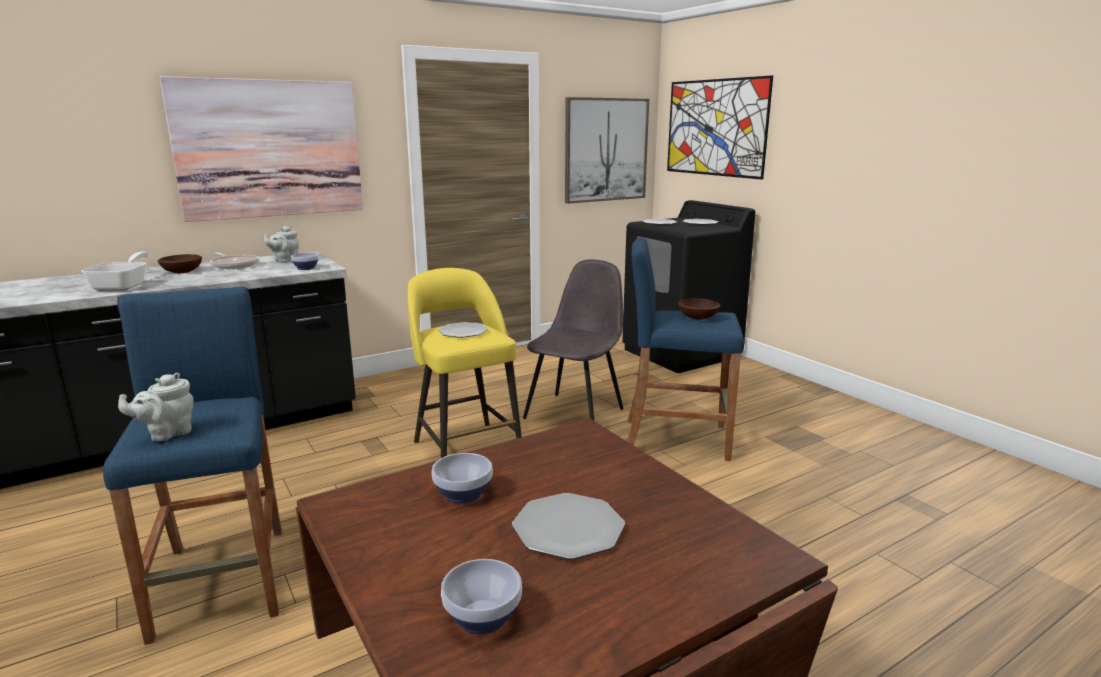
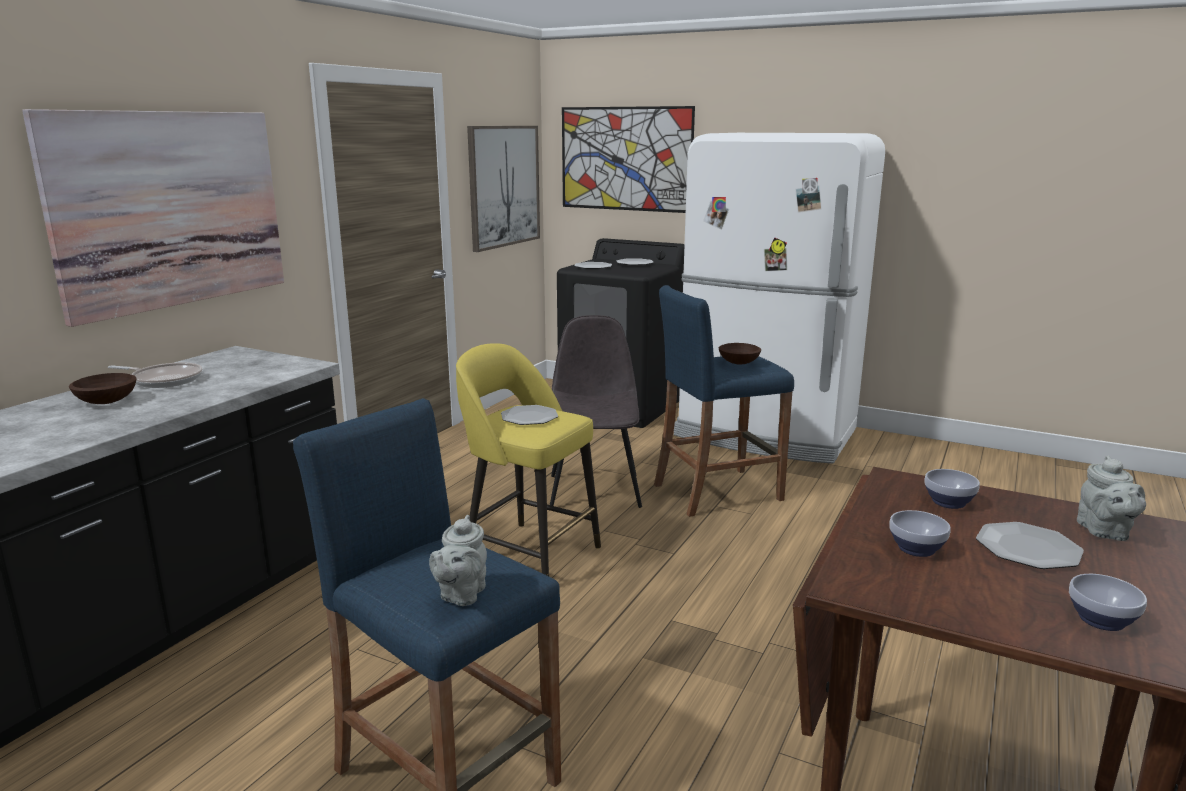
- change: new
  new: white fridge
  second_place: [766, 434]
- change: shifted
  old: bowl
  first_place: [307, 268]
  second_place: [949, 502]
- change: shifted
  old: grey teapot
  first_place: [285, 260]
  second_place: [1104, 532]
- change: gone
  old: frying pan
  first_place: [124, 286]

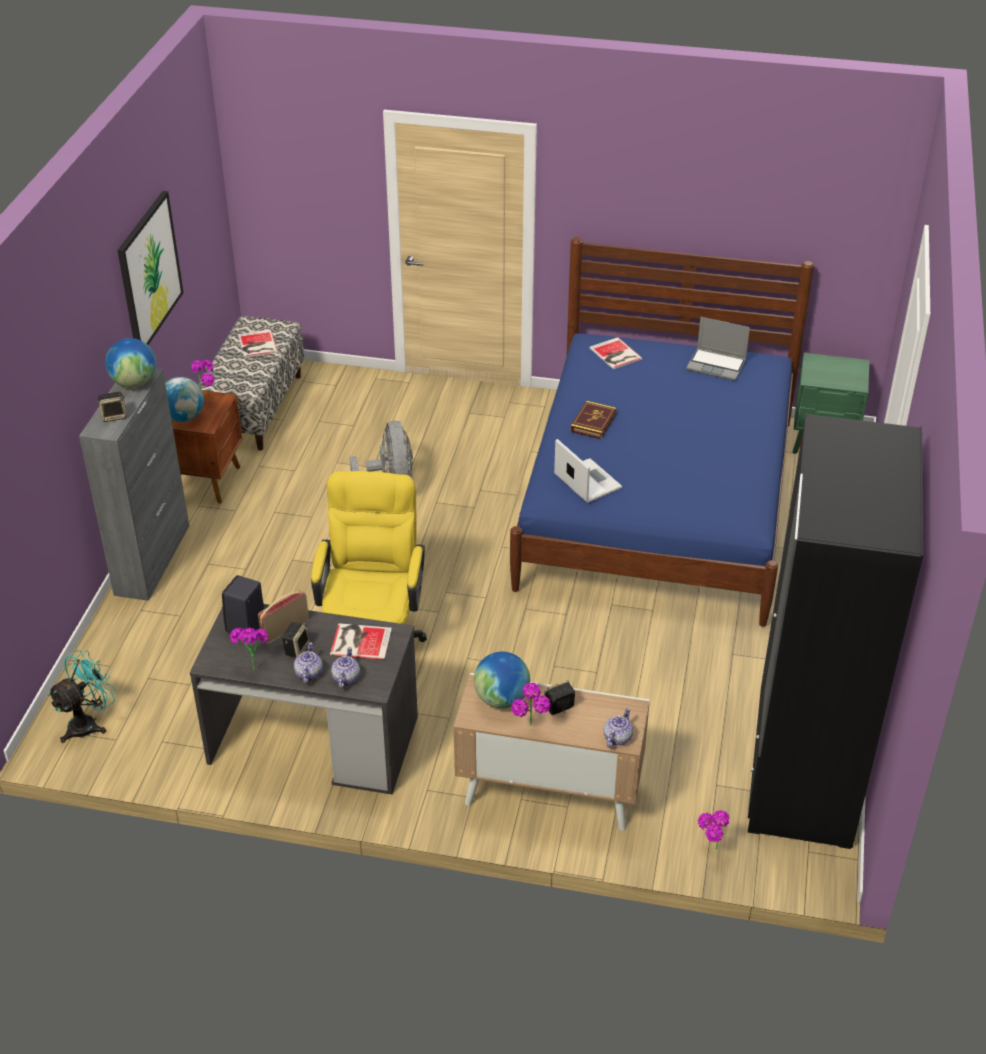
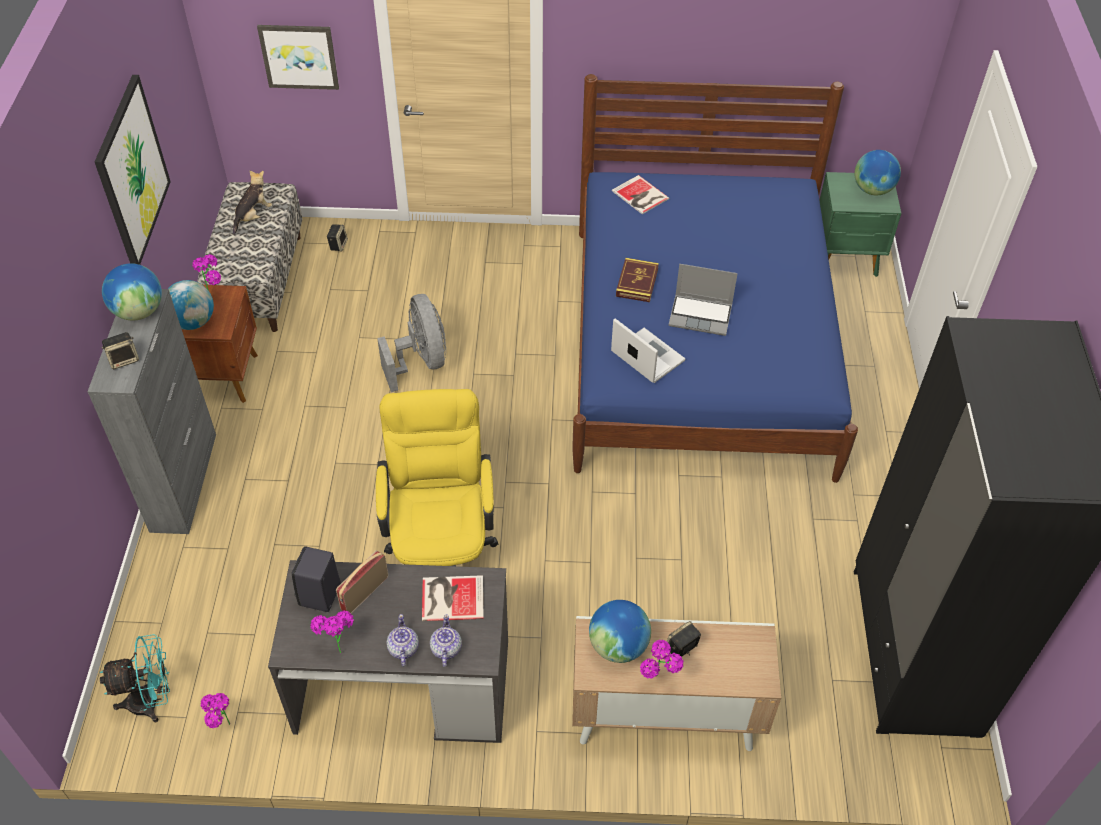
- change: rotated
  old: turquoise fan
  first_place: [89, 723]
  second_place: [152, 701]
  degrees: 45
- change: shifted
  old: potted plant
  first_place: [710, 851]
  second_place: [222, 727]
- change: swapped
  old: book
  new: plush toy
  first_place: [257, 344]
  second_place: [253, 216]
- change: new
  new: picture
  second_place: [299, 56]
- change: shifted
  old: speaker
  first_place: [296, 648]
  second_place: [338, 245]
- change: shifted
  old: laptop
  first_place: [717, 365]
  second_place: [701, 315]
- change: new
  new: globe
  second_place: [872, 190]
- change: gone
  old: teapot
  first_place: [617, 738]

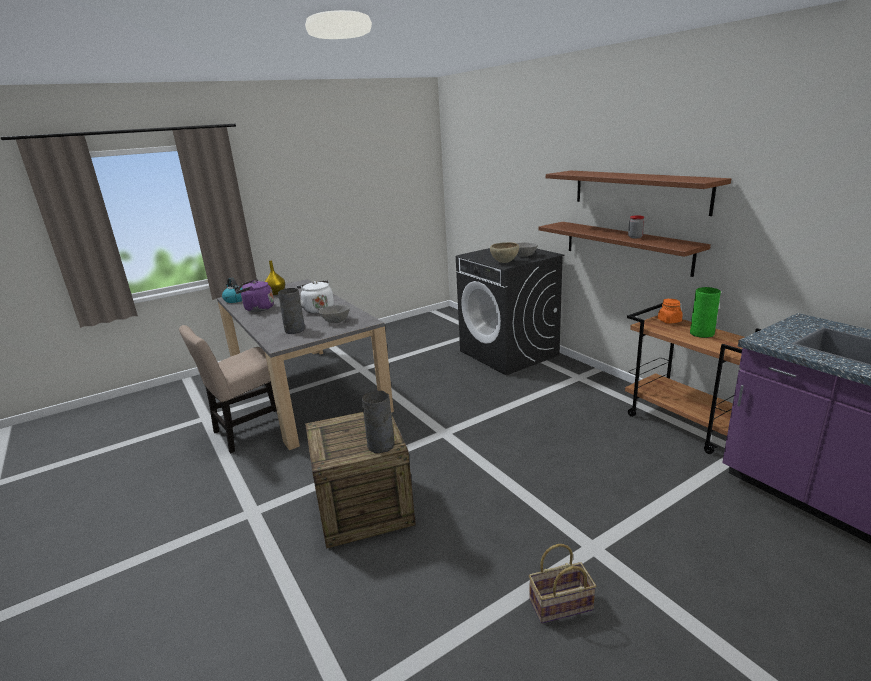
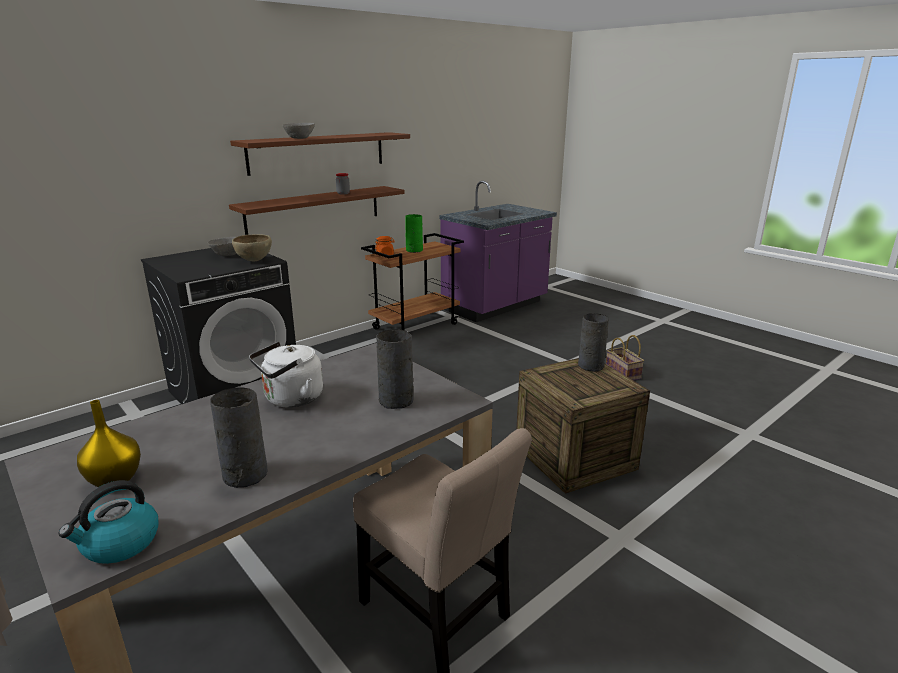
- change: swapped
  old: purple kettle
  new: grey vase
  first_place: [257, 309]
  second_place: [244, 475]
- change: shifted
  old: grey bowl
  first_place: [336, 321]
  second_place: [299, 138]

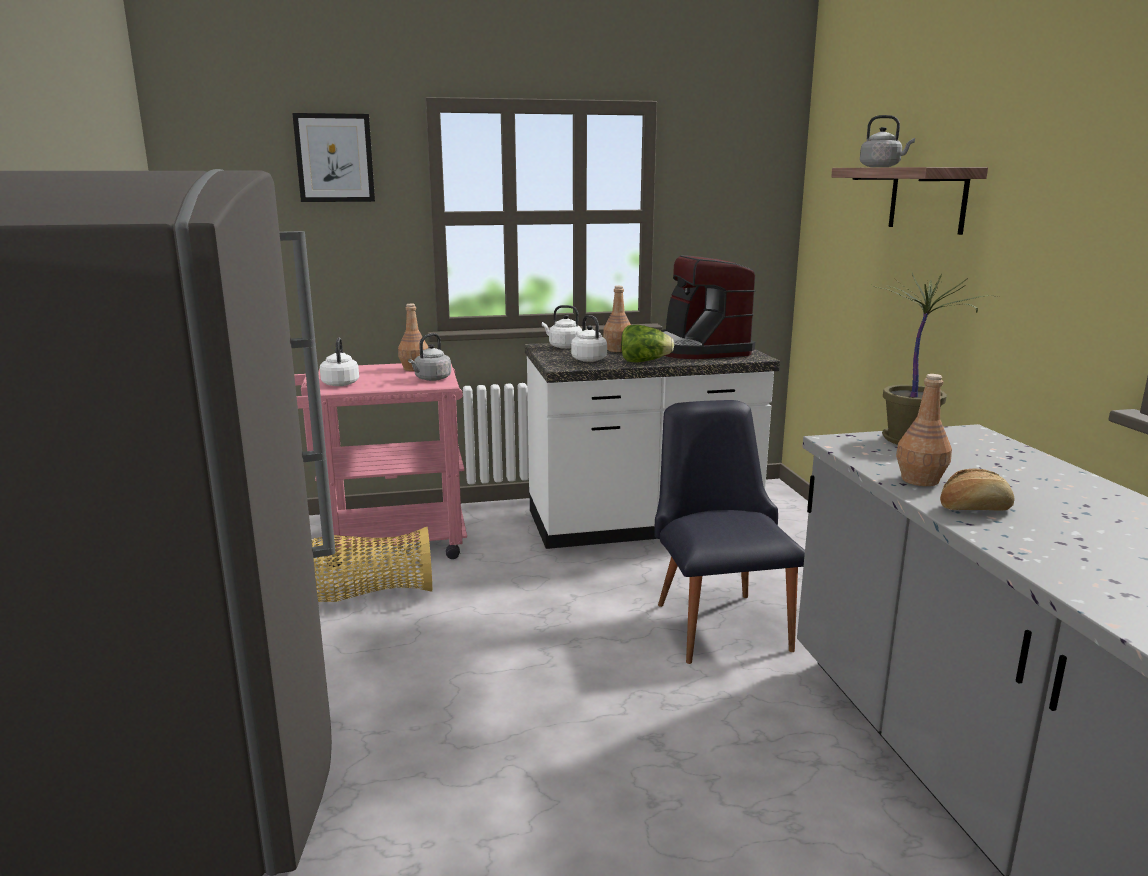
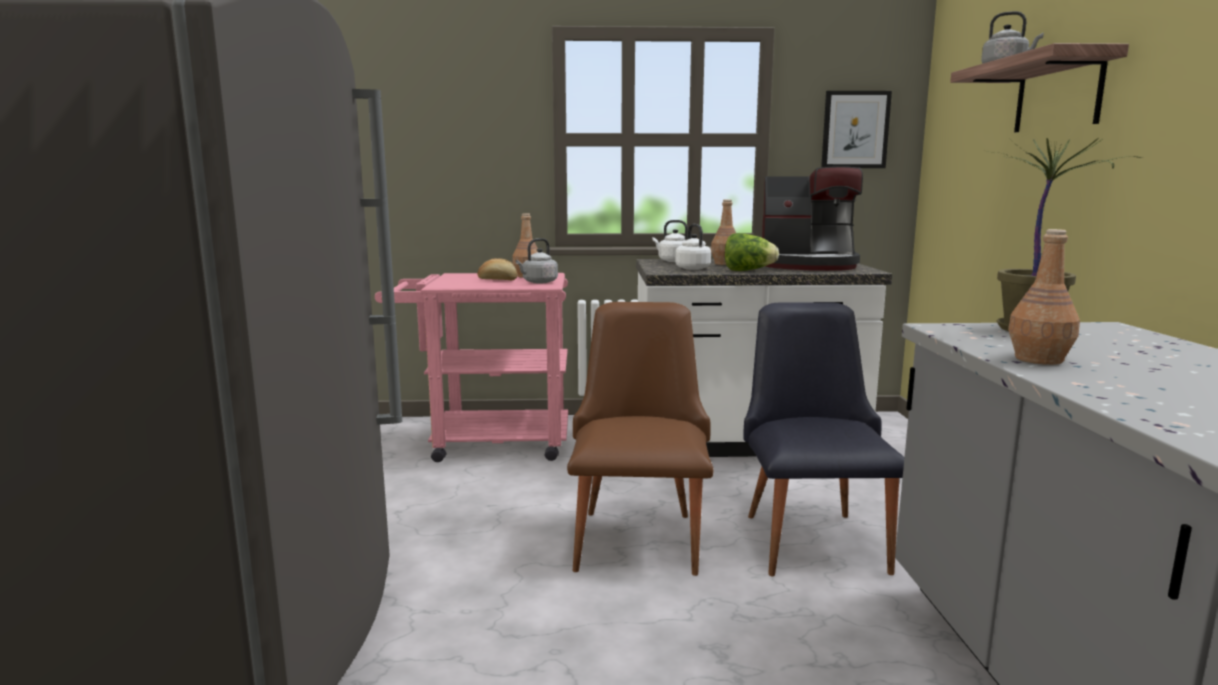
- change: shifted
  old: bread
  first_place: [974, 508]
  second_place: [497, 279]
- change: new
  new: brown chair
  second_place: [639, 533]
- change: rotated
  old: coffee machine
  first_place: [697, 349]
  second_place: [807, 265]
  degrees: -75
- change: shifted
  old: picture
  first_place: [334, 158]
  second_place: [855, 130]
- change: gone
  old: basket
  first_place: [370, 594]
- change: gone
  old: white kettle
  first_place: [340, 383]

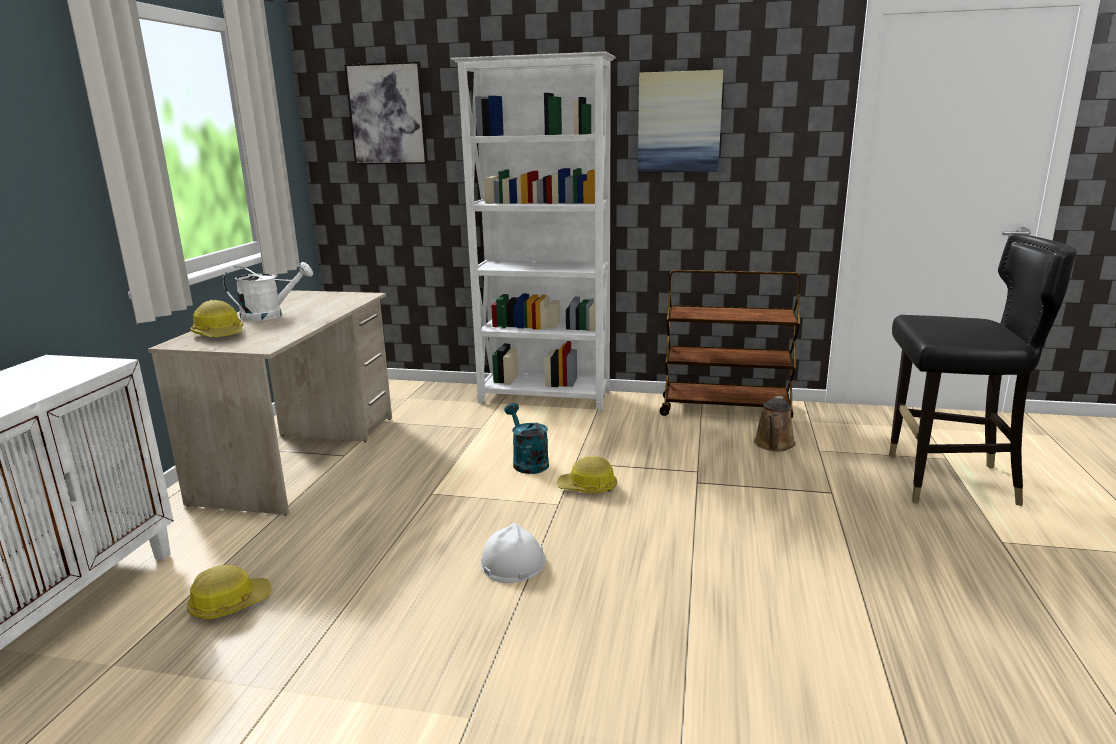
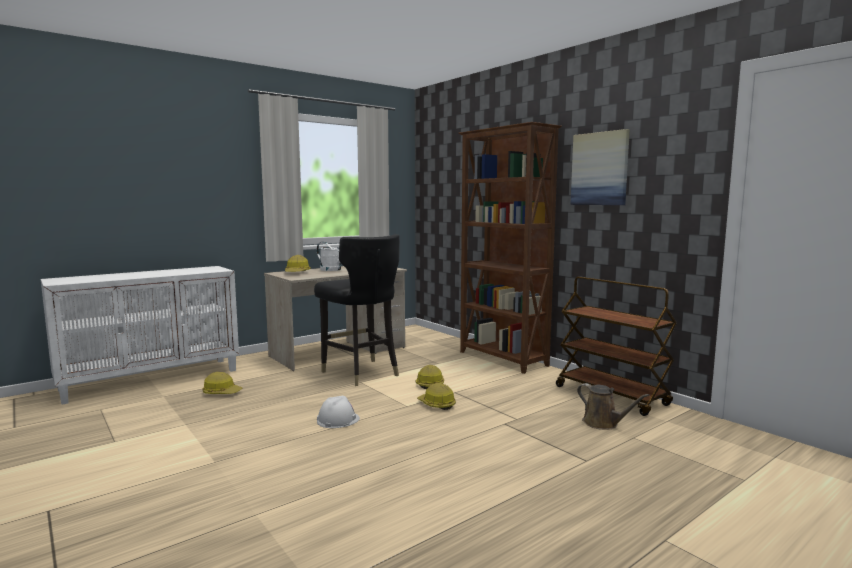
- change: shifted
  old: black chair
  first_place: [948, 481]
  second_place: [361, 373]
- change: swapped
  old: turquoise watering can
  new: hard hat
  first_place: [527, 462]
  second_place: [430, 384]
- change: repainted
  old: white bookcase
  new: brown bookcase
  first_place: [545, 398]
  second_place: [502, 359]
- change: rotated
  old: brown watering can
  first_place: [773, 445]
  second_place: [603, 423]
  degrees: -105
- change: gone
  old: picture
  first_place: [387, 114]

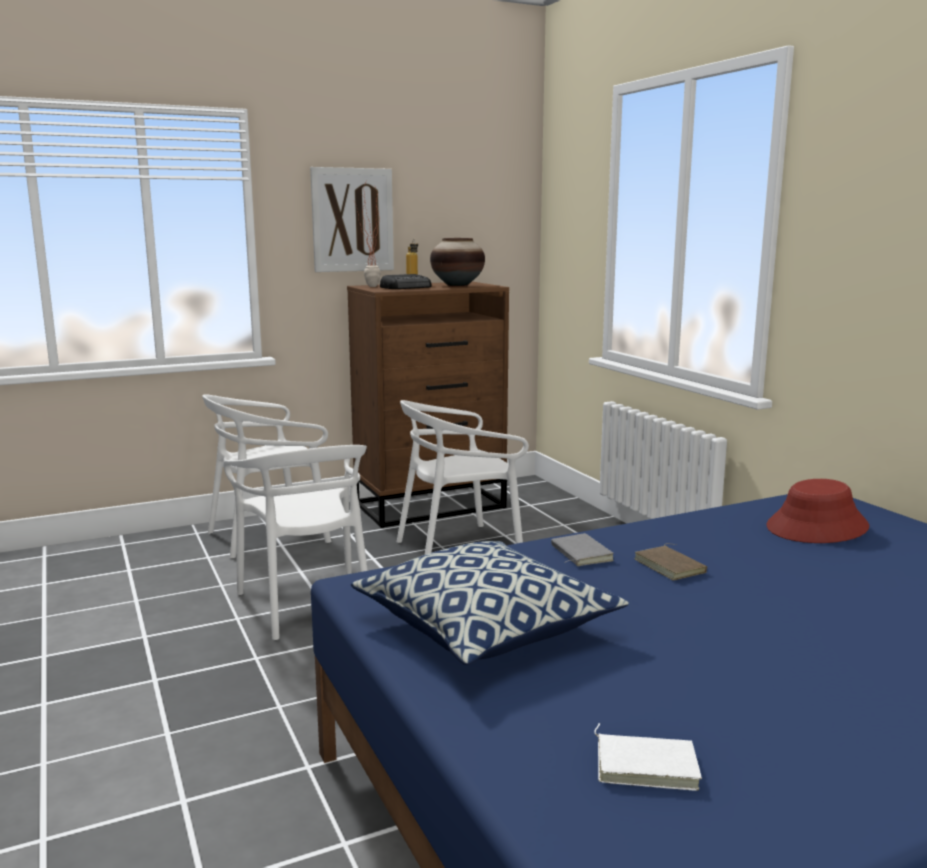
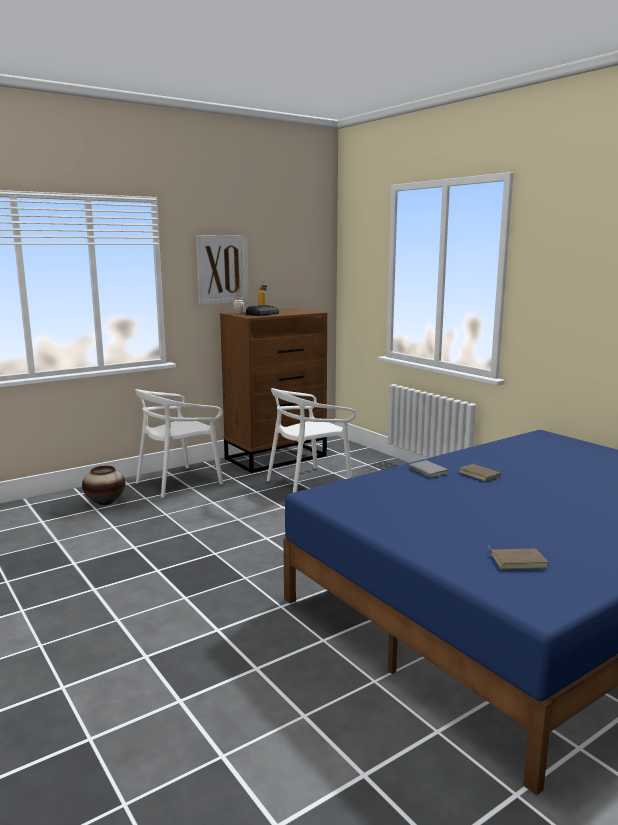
- change: shifted
  old: vase
  first_place: [457, 285]
  second_place: [105, 502]
- change: repainted
  old: white book
  new: brown book
  first_place: [646, 764]
  second_place: [517, 560]
- change: gone
  old: white chair
  first_place: [308, 604]
- change: gone
  old: pillow
  first_place: [485, 628]
- change: gone
  old: red hat
  first_place: [817, 527]

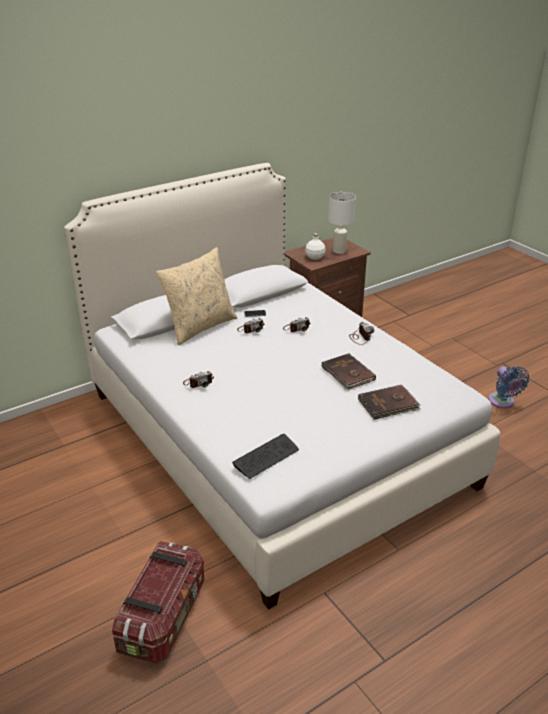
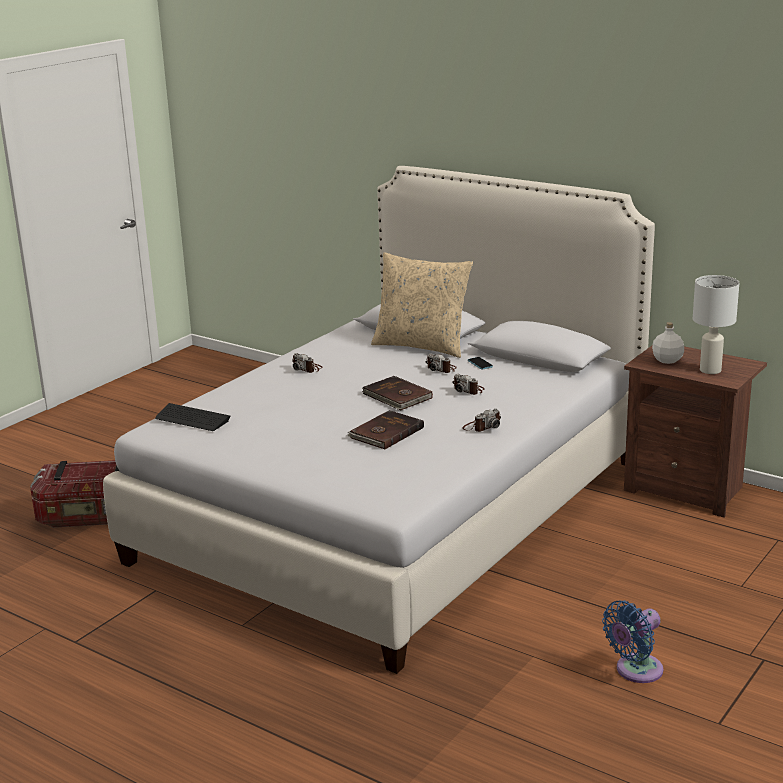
- change: shifted
  old: brown book
  first_place: [389, 404]
  second_place: [397, 396]

